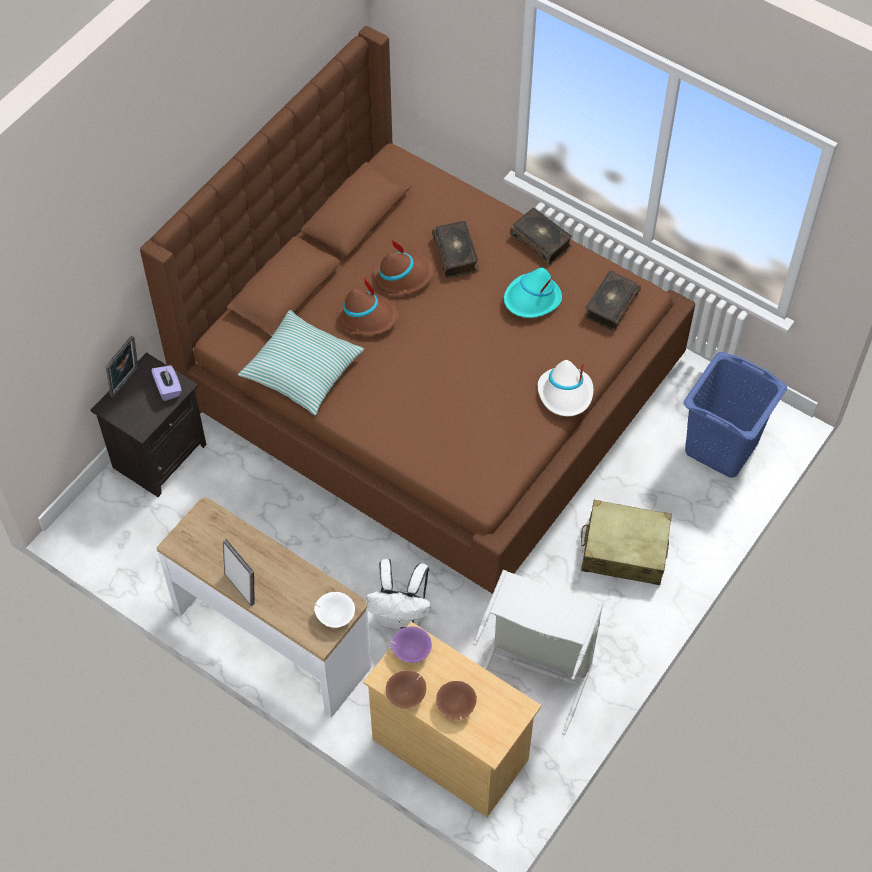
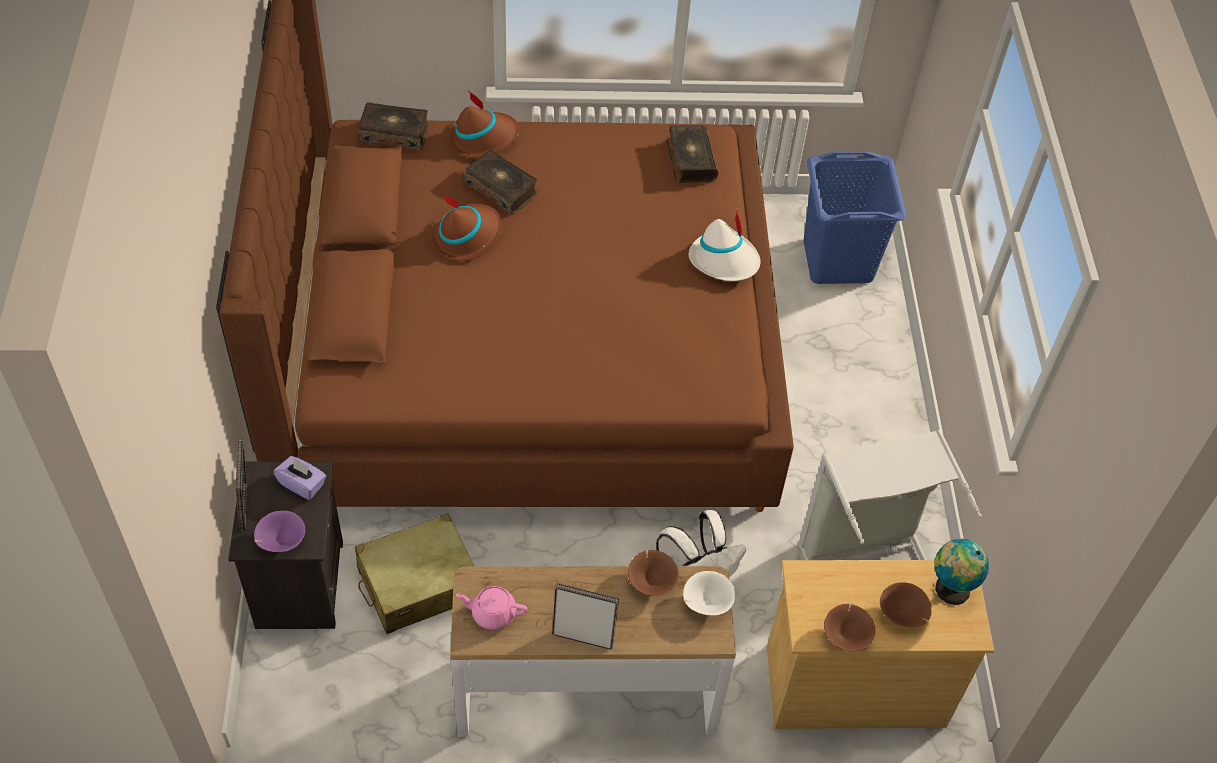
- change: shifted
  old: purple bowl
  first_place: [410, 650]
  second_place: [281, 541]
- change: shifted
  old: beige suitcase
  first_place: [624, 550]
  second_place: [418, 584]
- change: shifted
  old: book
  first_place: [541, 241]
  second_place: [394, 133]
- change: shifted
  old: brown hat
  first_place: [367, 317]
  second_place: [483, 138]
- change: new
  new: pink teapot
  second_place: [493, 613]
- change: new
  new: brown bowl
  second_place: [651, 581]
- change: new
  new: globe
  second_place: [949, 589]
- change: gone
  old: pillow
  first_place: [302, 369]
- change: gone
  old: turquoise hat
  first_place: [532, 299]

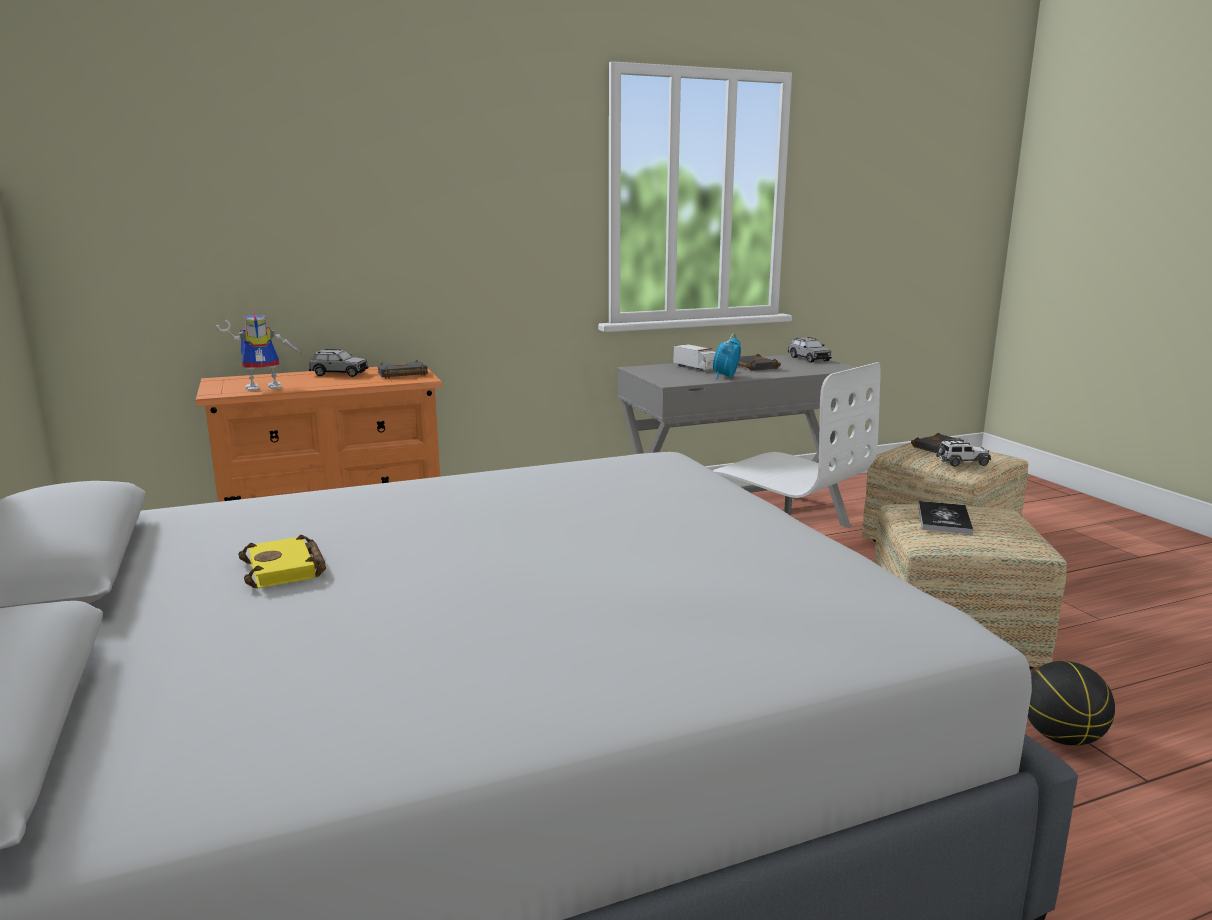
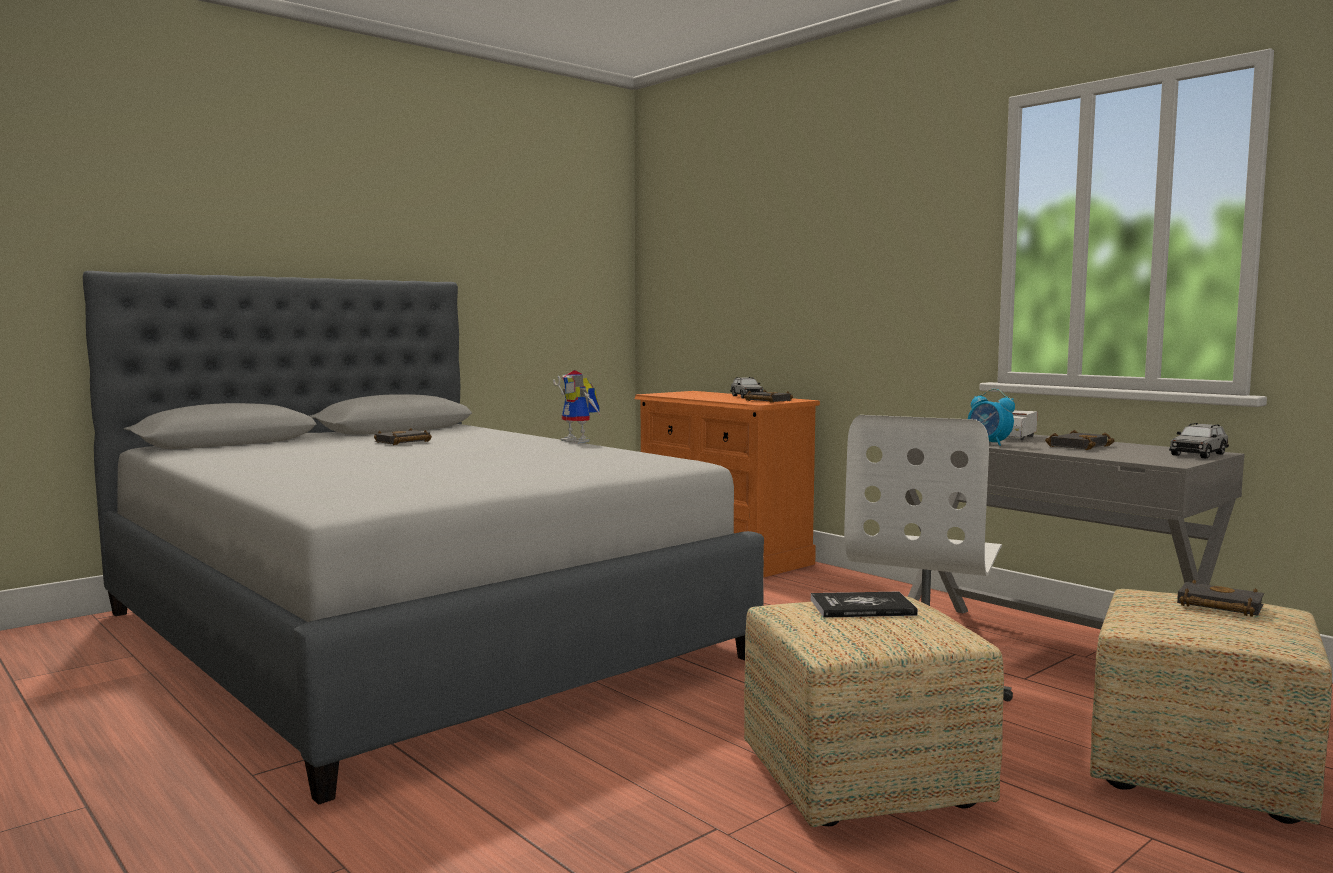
- change: repainted
  old: yellow book
  new: black book
  first_place: [286, 569]
  second_place: [402, 442]
- change: shifted
  old: toy robot
  first_place: [266, 387]
  second_place: [580, 441]
- change: rotated
  old: alarm clock
  first_place: [725, 377]
  second_place: [989, 443]
  degrees: -135
- change: gone
  old: toy car
  first_place: [962, 463]
- change: gone
  old: basketball
  first_place: [1061, 737]

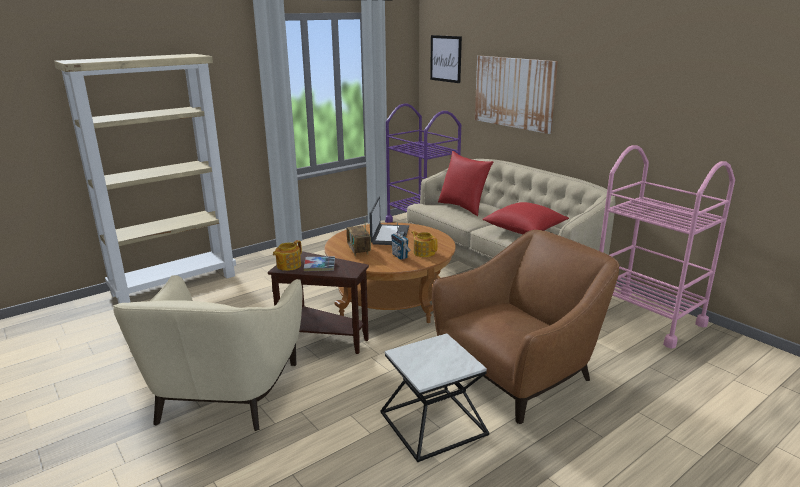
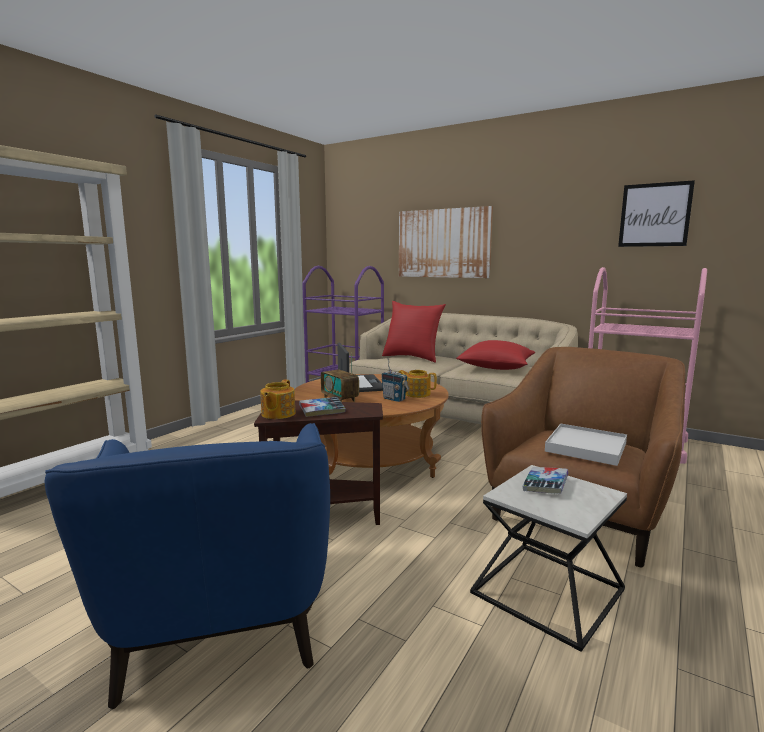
- change: repainted
  old: beige armchair
  new: blue armchair
  first_place: [226, 393]
  second_place: [220, 618]
- change: new
  new: book
  second_place: [545, 485]
- change: new
  new: white tray
  second_place: [586, 447]
- change: shifted
  old: picture
  first_place: [445, 58]
  second_place: [654, 215]

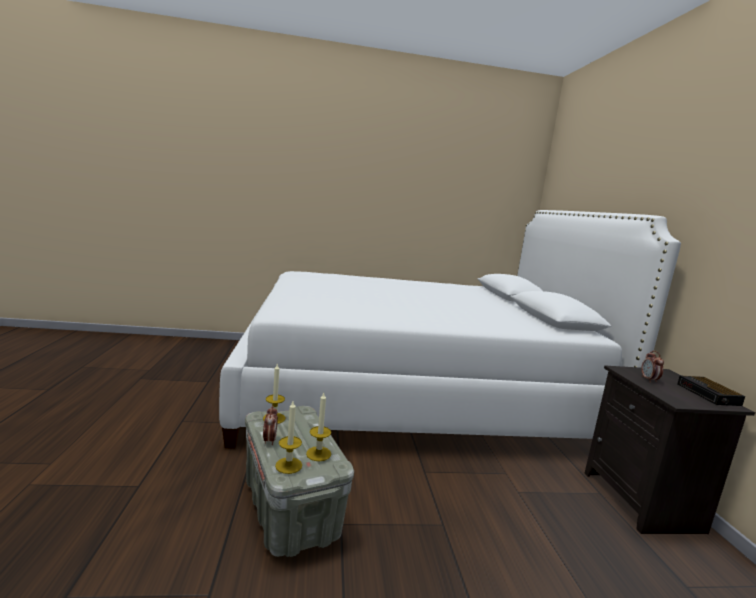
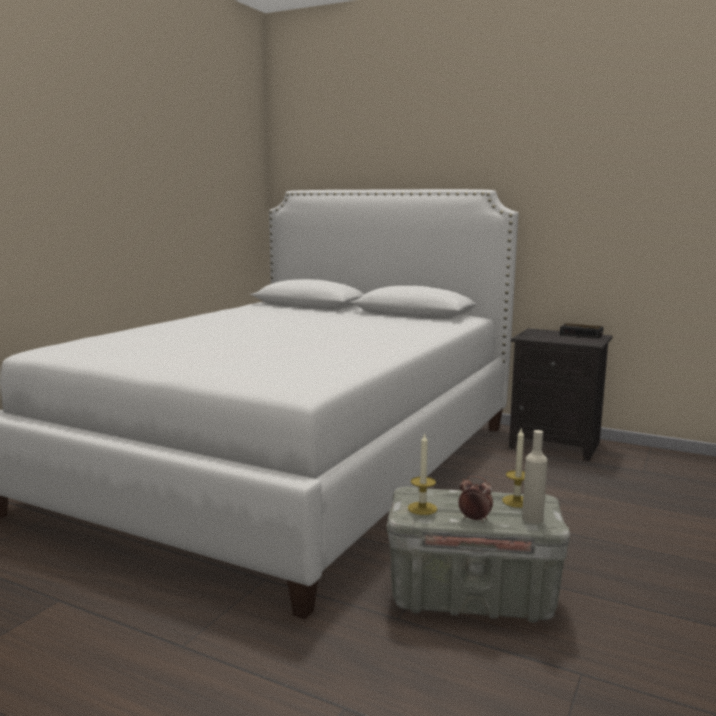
- change: swapped
  old: candle
  new: beige bottle
  first_place: [288, 465]
  second_place: [532, 518]
- change: gone
  old: alarm clock
  first_place: [649, 380]

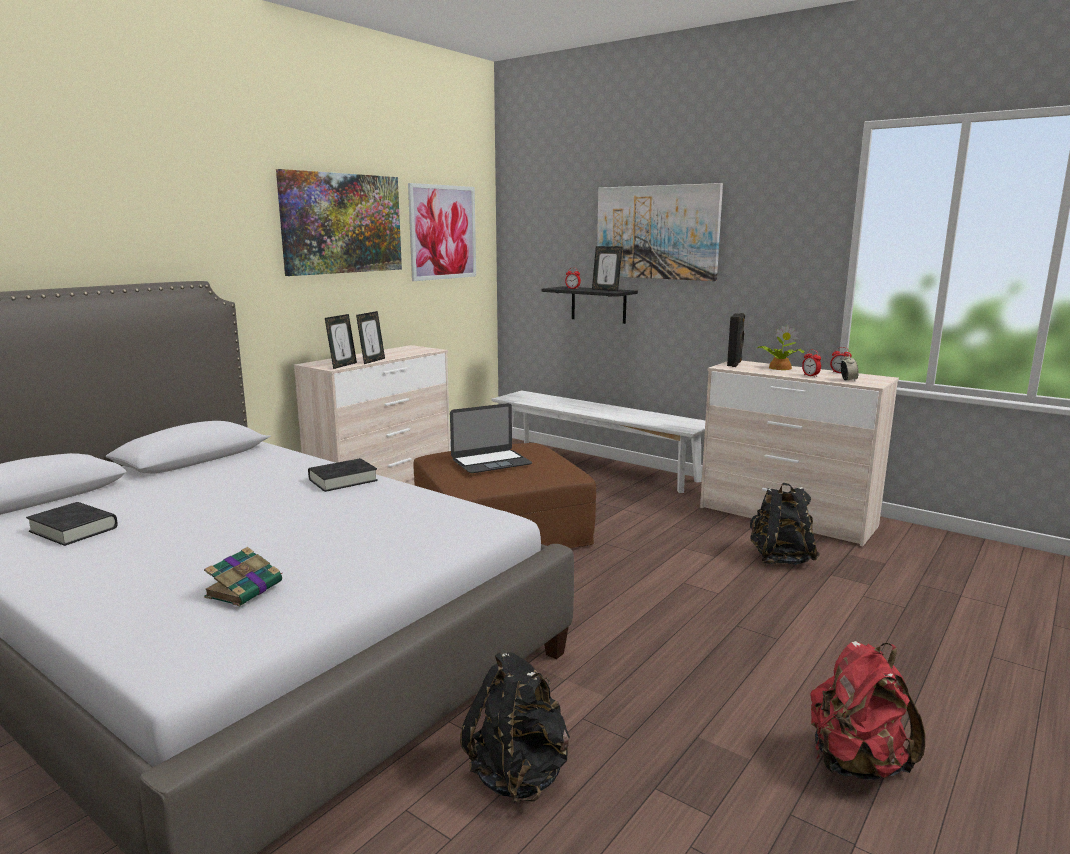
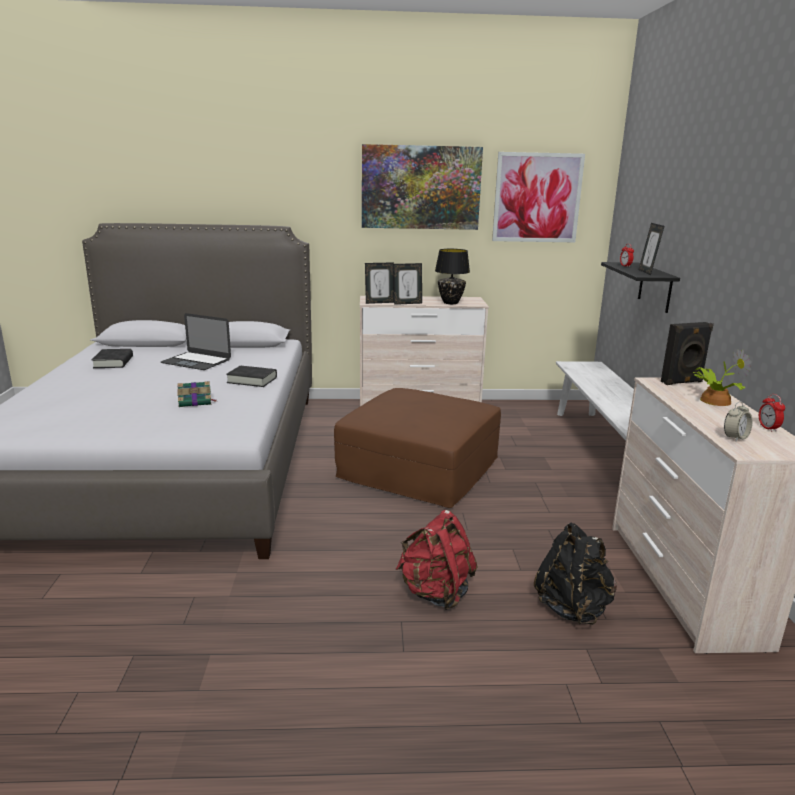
- change: shifted
  old: laptop
  first_place: [491, 462]
  second_place: [196, 361]
- change: shifted
  old: book
  first_place: [245, 589]
  second_place: [196, 401]
- change: shifted
  old: red backpack
  first_place: [856, 763]
  second_place: [435, 593]
- change: new
  new: black table lamp
  second_place: [450, 303]
- change: gone
  old: black backpack
  first_place: [519, 773]
- change: gone
  old: picture
  first_place: [656, 232]
- change: gone
  old: alarm clock
  first_place: [810, 376]

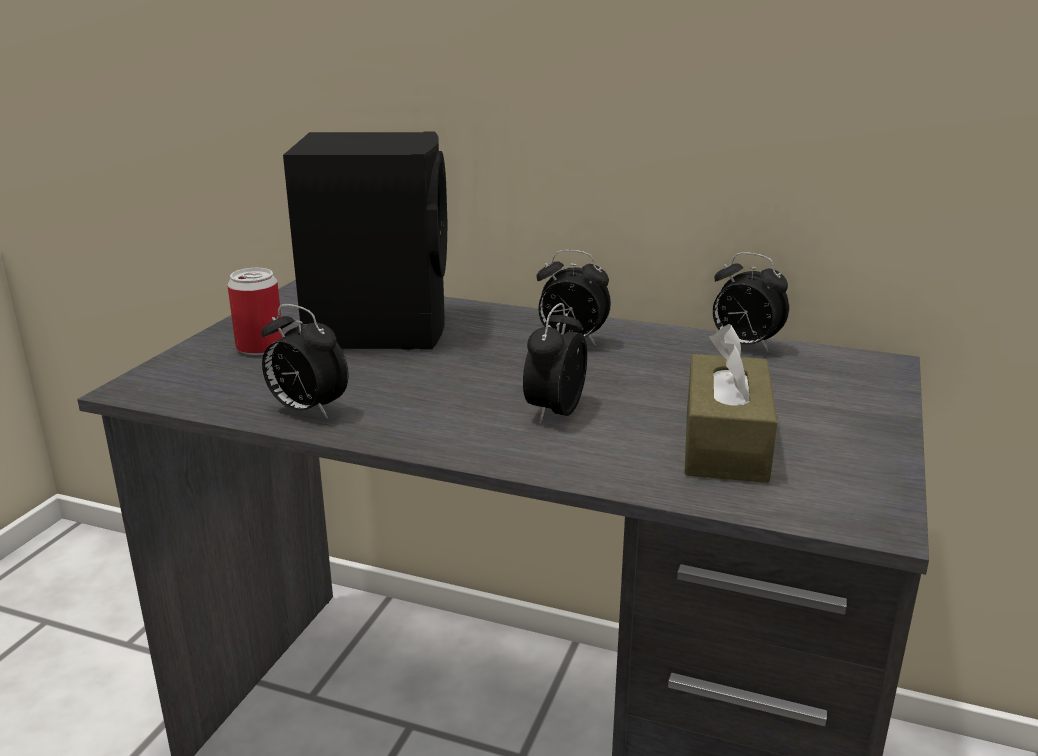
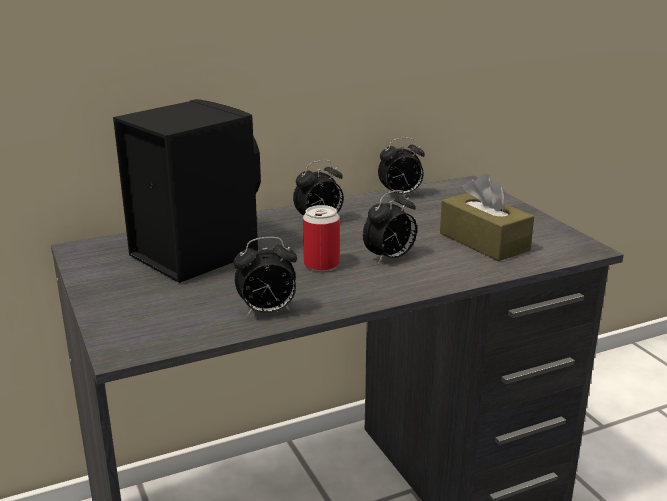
- change: shifted
  old: can
  first_place: [260, 347]
  second_place: [321, 265]
- change: rotated
  old: alarm clock
  first_place: [554, 412]
  second_place: [390, 258]
  degrees: -105

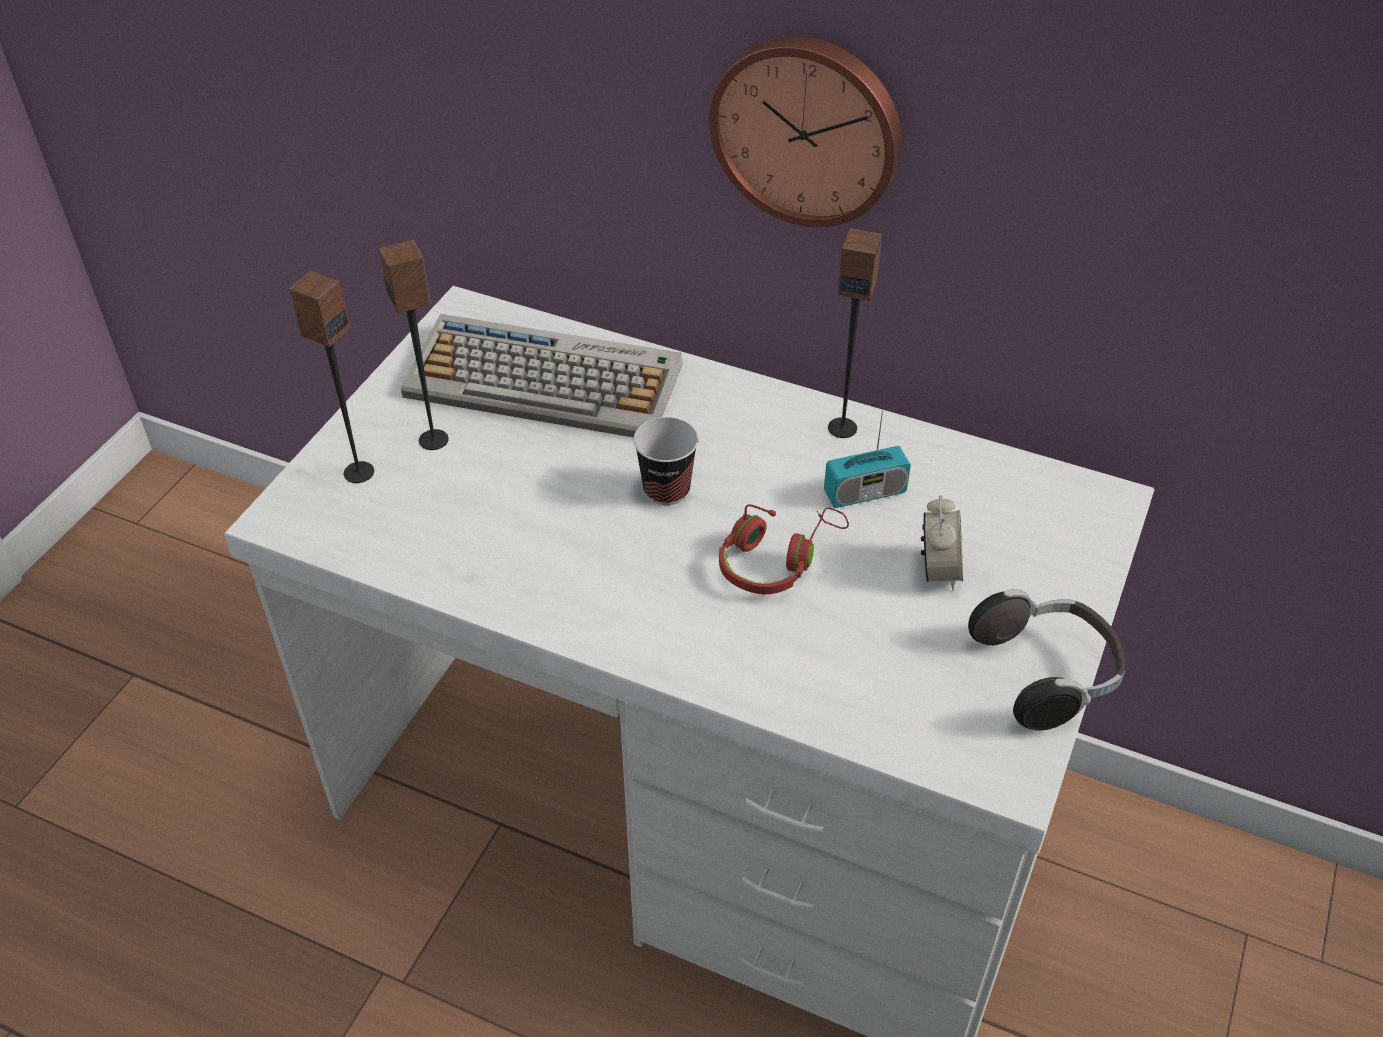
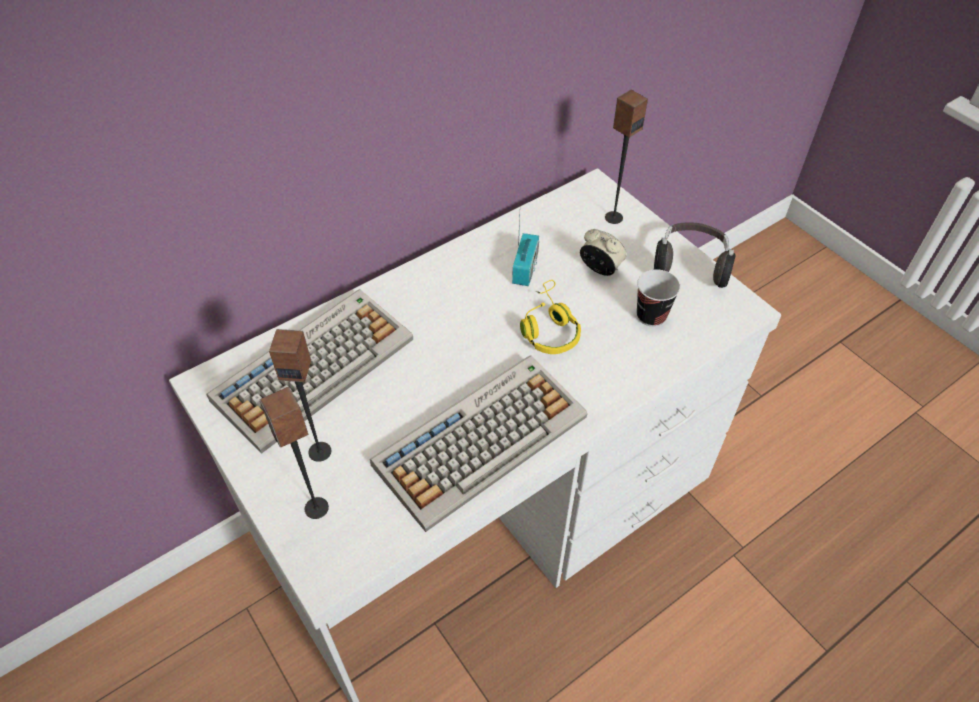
- change: new
  new: keyboard
  second_place: [481, 438]
- change: repainted
  old: red headphones
  new: yellow headphones
  first_place: [776, 559]
  second_place: [548, 328]
- change: shifted
  old: speaker
  first_place: [842, 427]
  second_place: [613, 217]
- change: shifted
  old: cup
  first_place: [666, 490]
  second_place: [651, 316]
- change: gone
  old: wall clock
  first_place: [808, 128]

